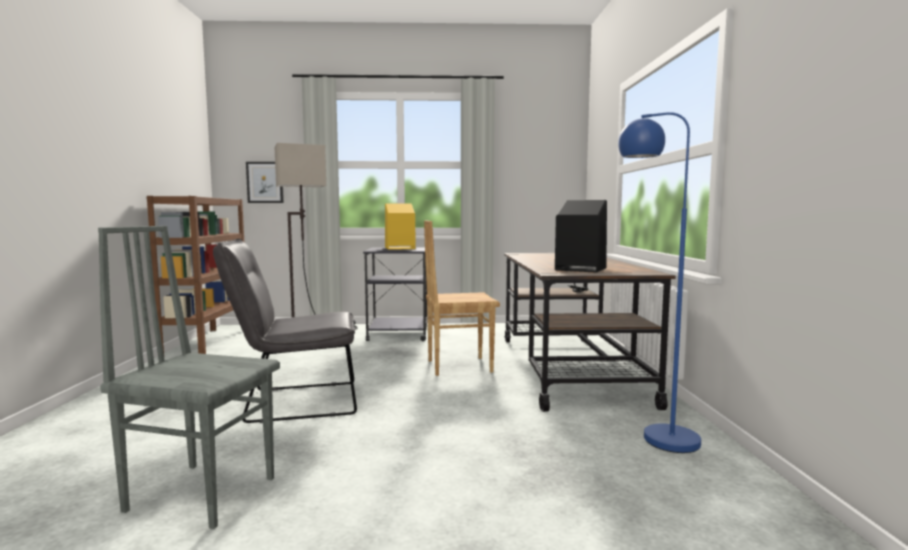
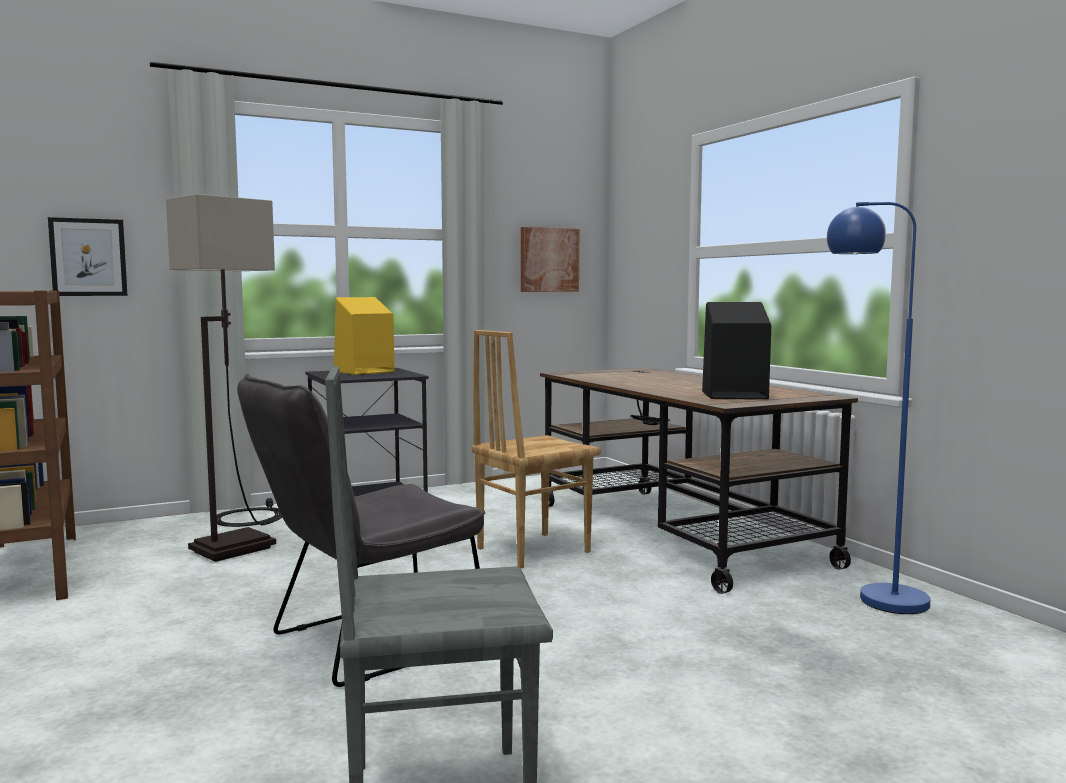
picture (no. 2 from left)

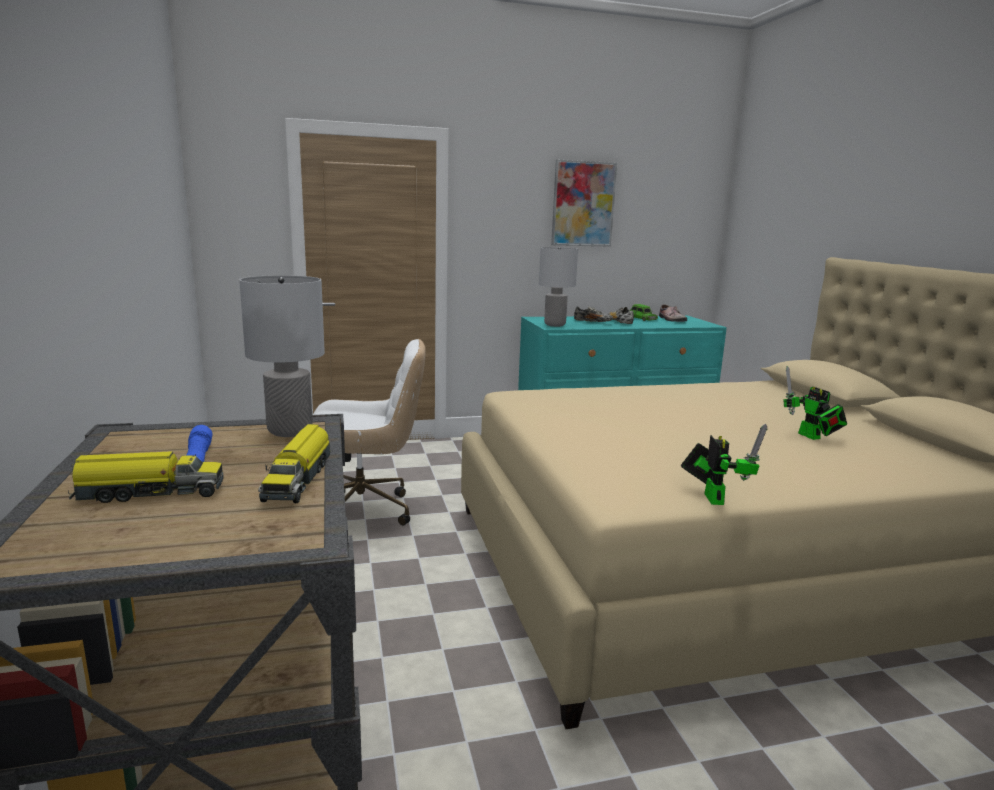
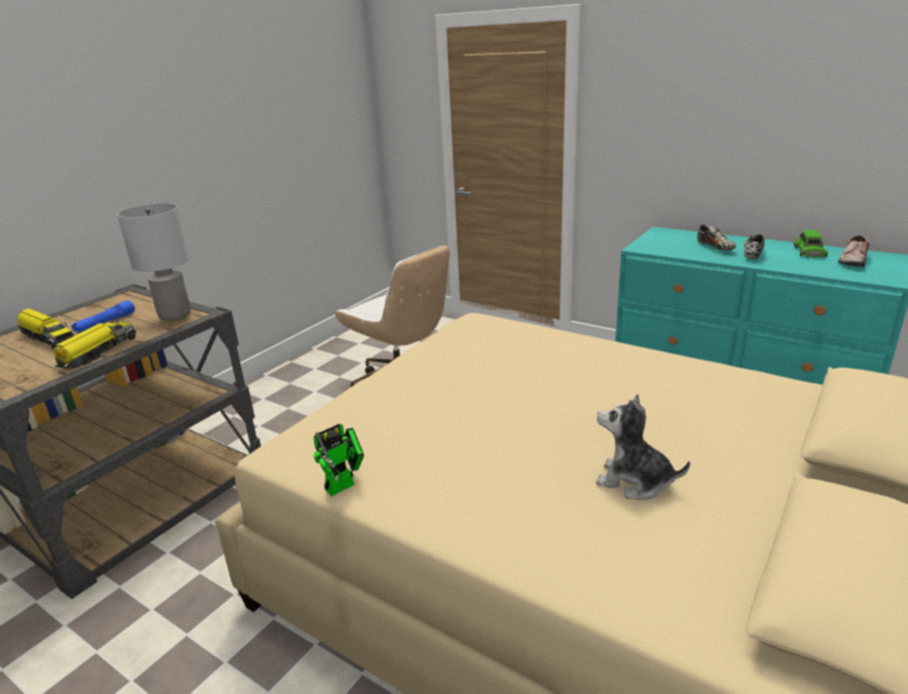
toy truck (no. 2 from left)
plush toy
table lamp (grey) (no. 2 from left in the first image)
picture

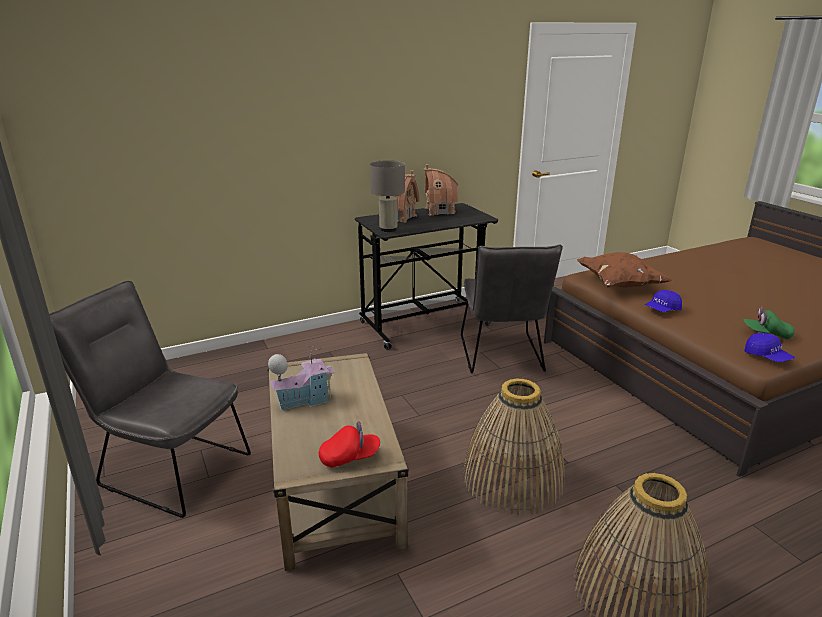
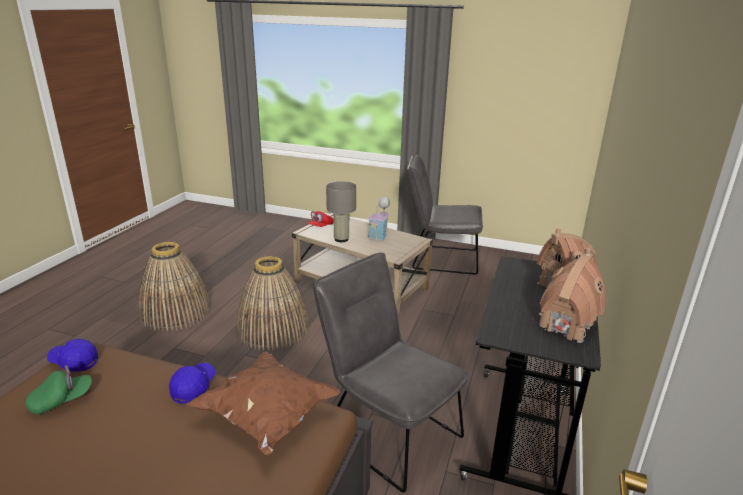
table lamp (grey)
chair (grey) (no. 2 from left)

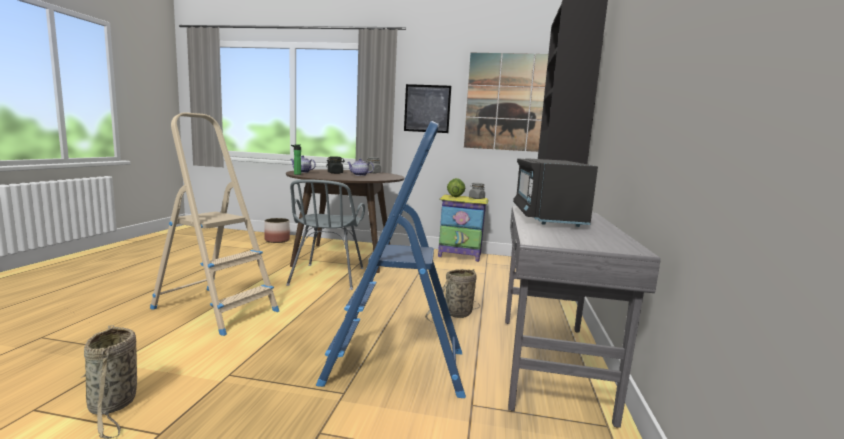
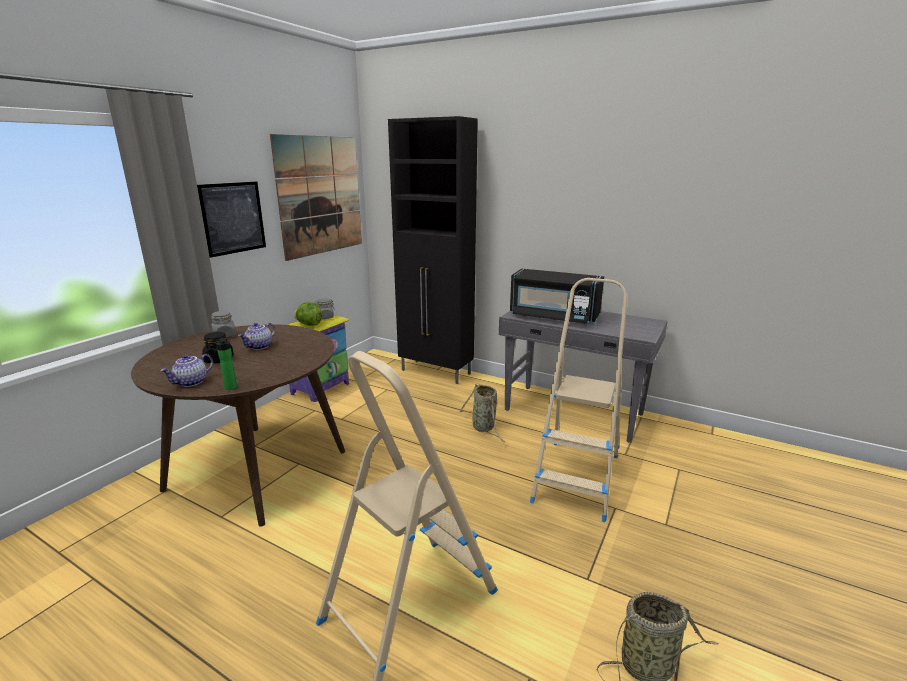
step ladder (beige) (no. 2 from left)
planter
chair (grey)

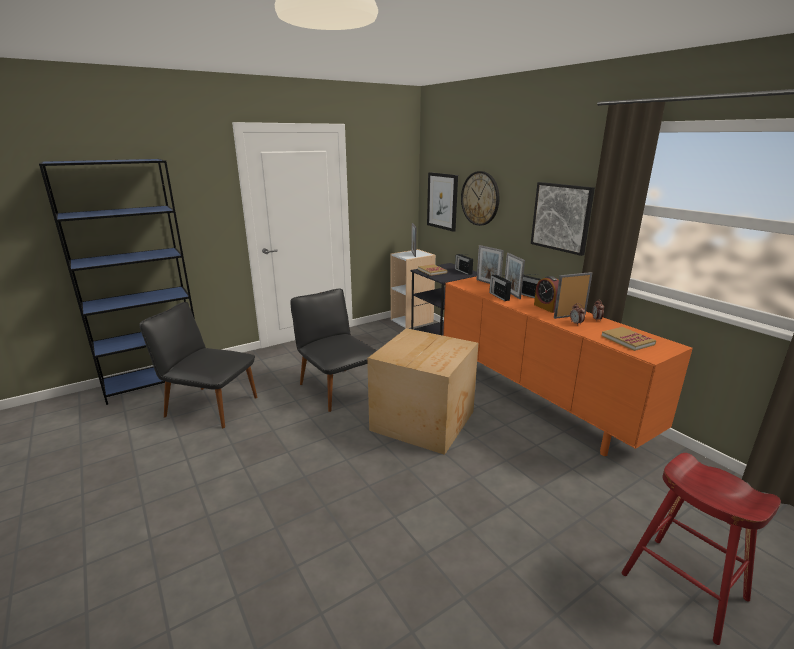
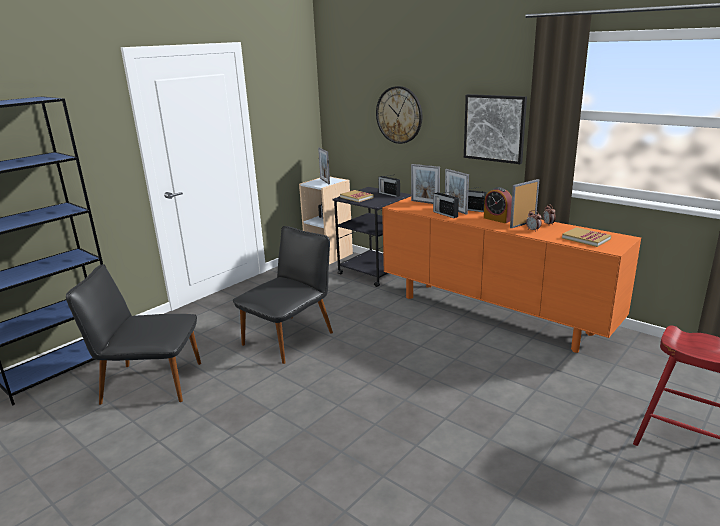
chair (black) (no. 2 from left)
cardboard box
picture (no. 1 from left in the first image)

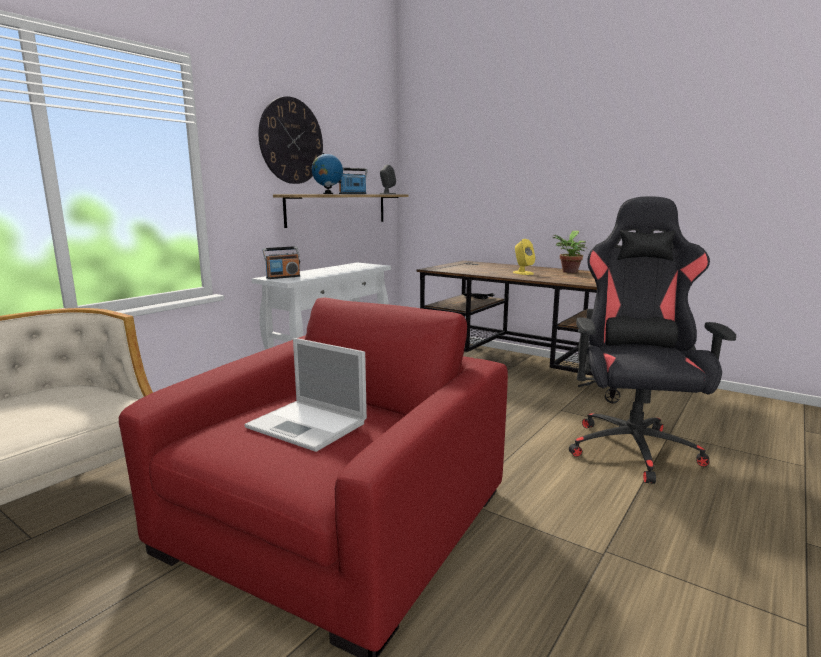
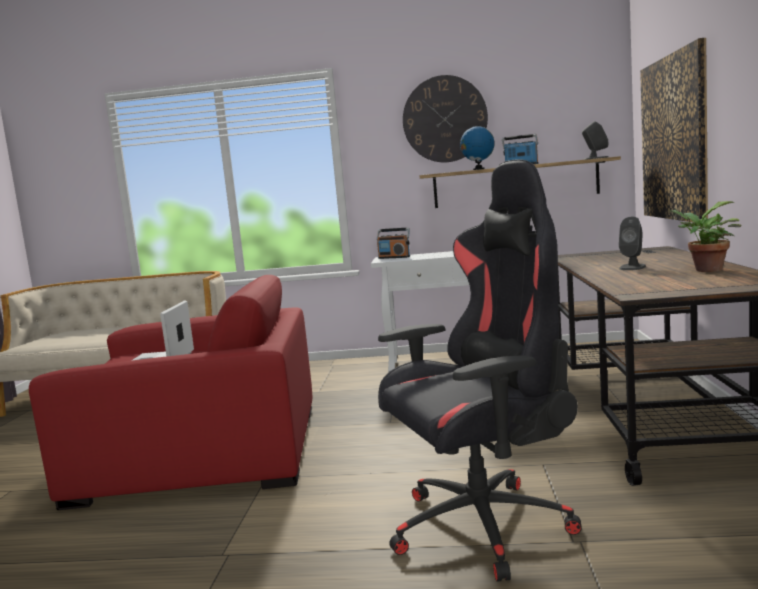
speaker (grey) (no. 2 from left)
picture

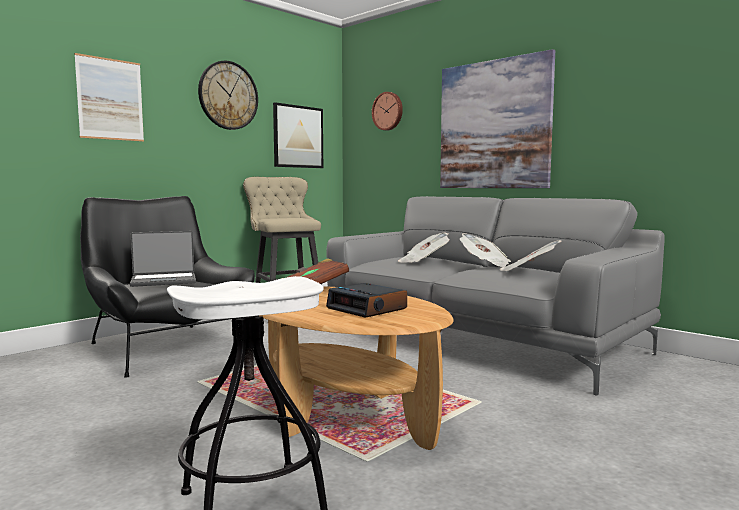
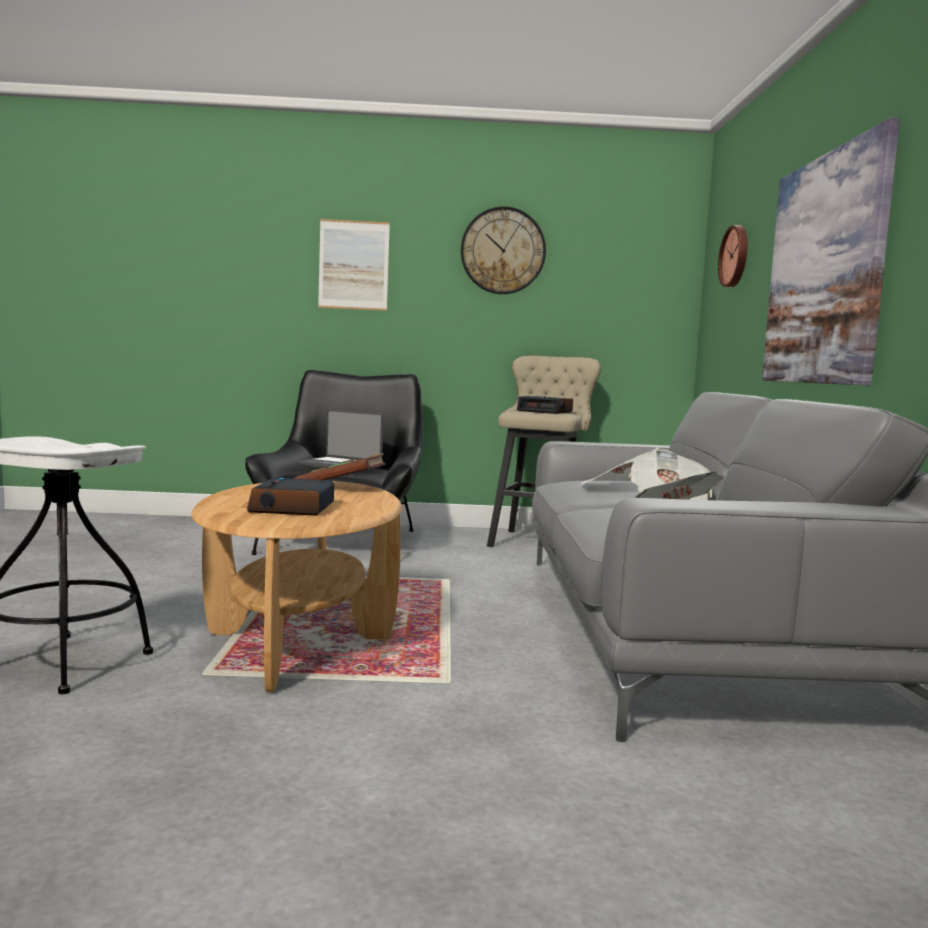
alarm clock (no. 2 from left)
picture (no. 2 from left in the first image)

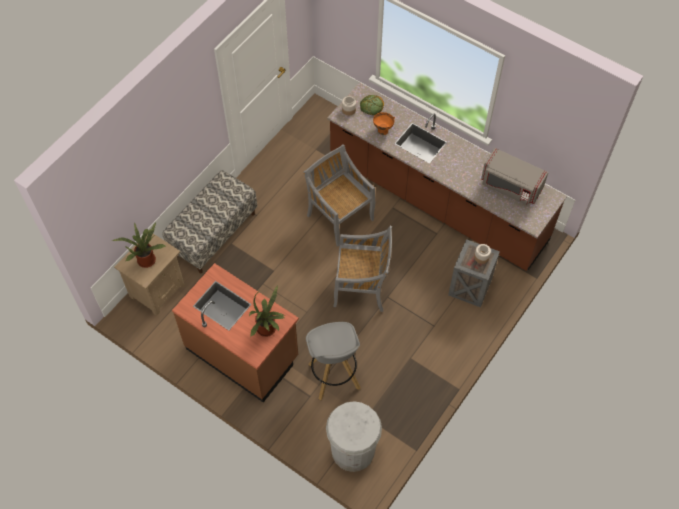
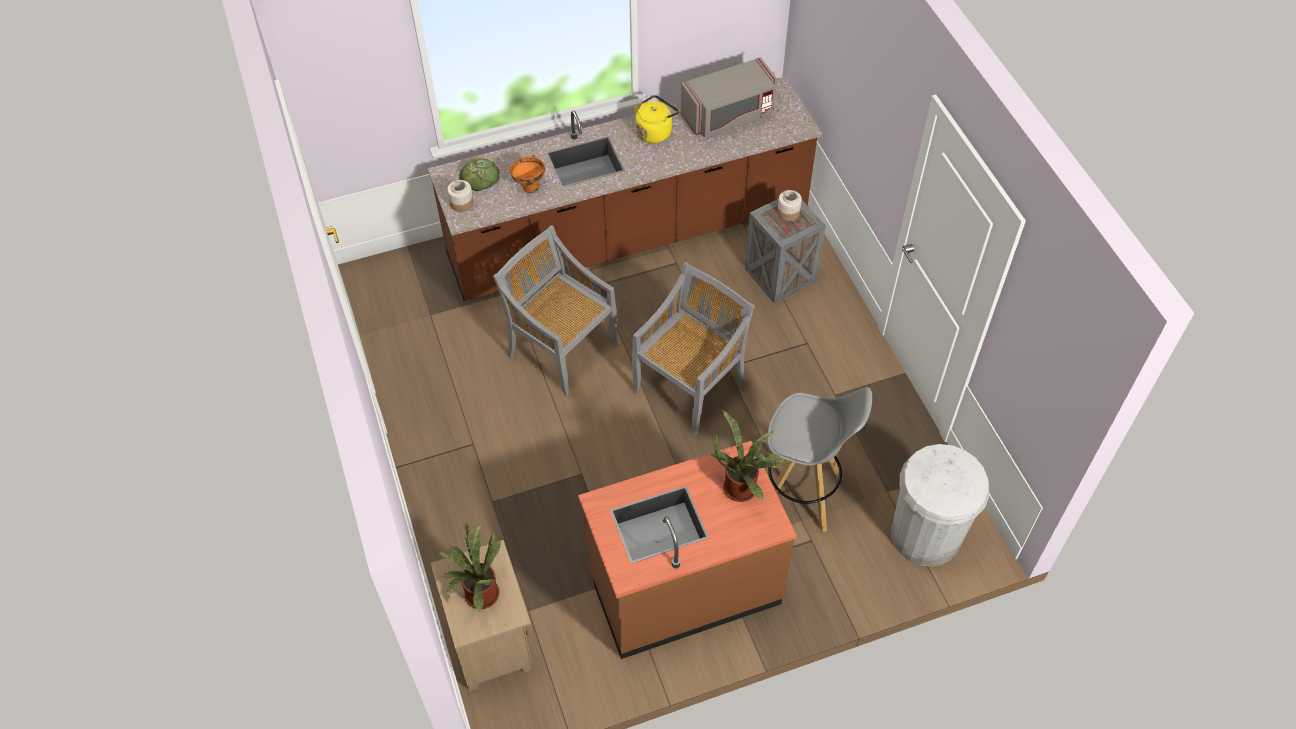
chair (grey) (no. 1 from left)
kettle (yellow)
bench

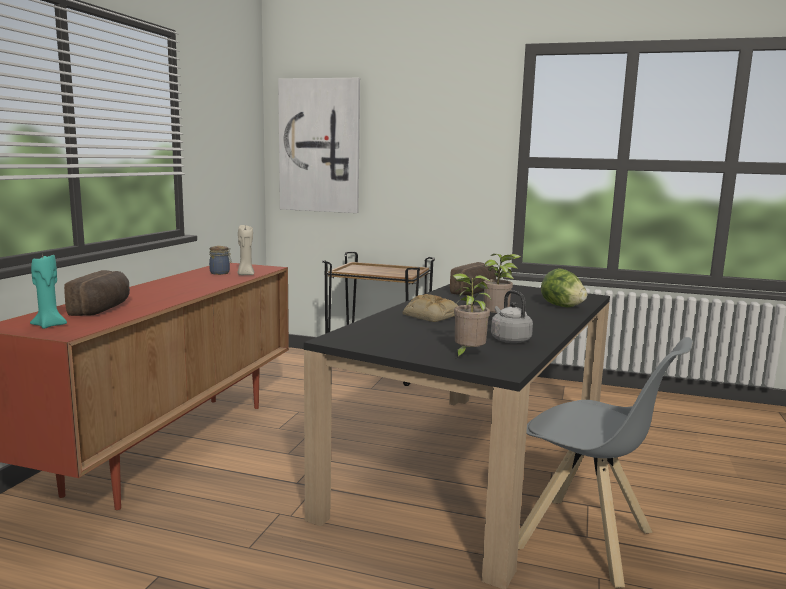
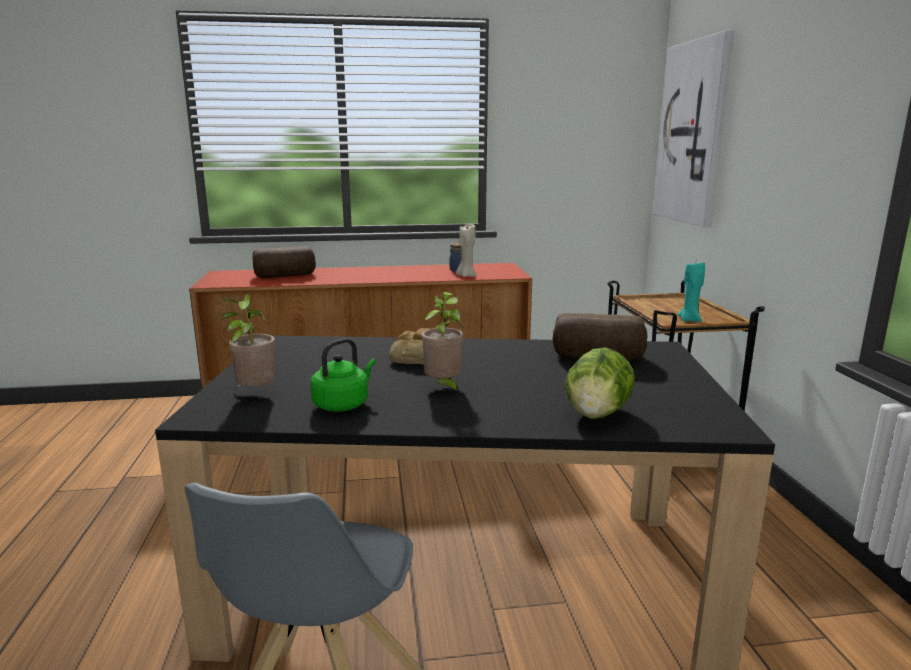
kettle (green)
candle (turquoise)

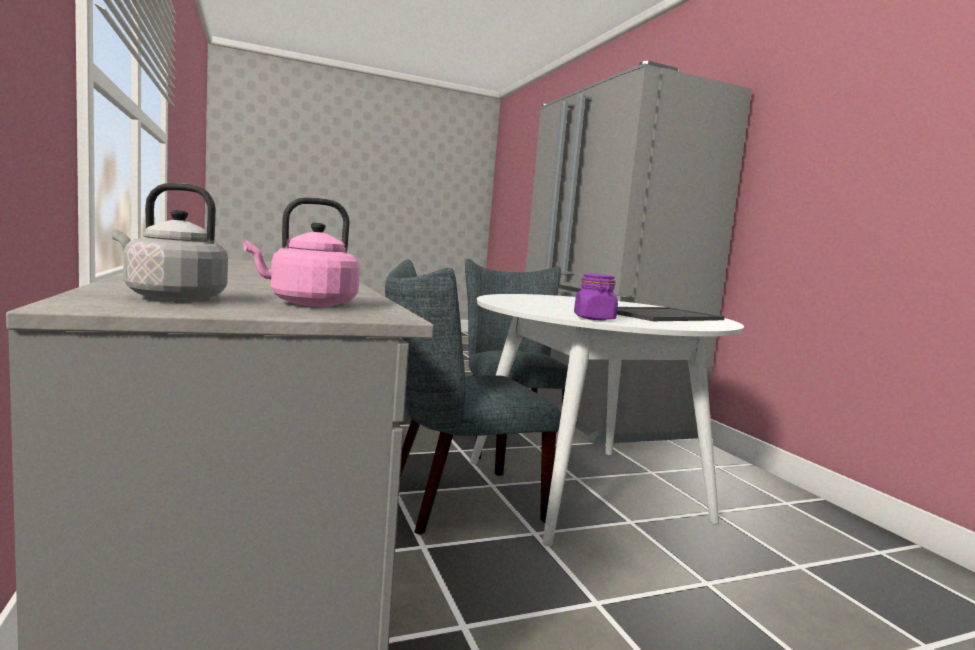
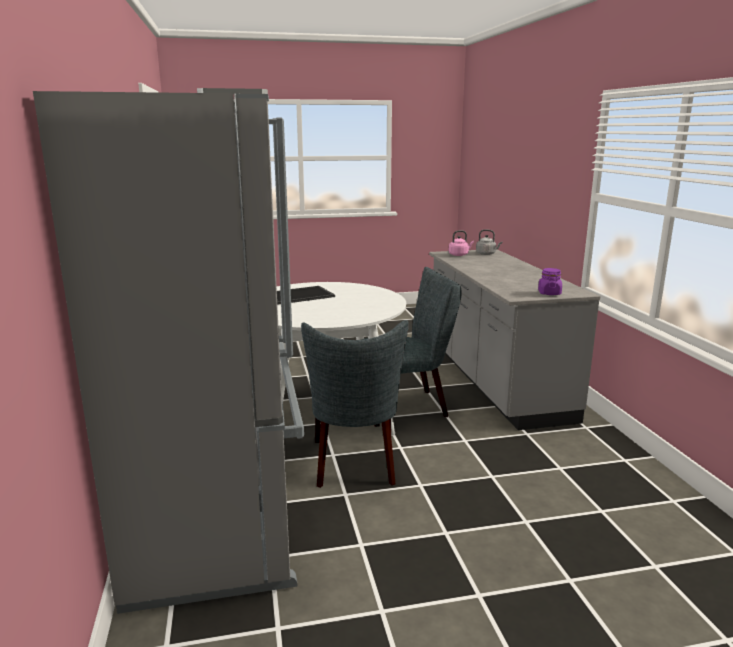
jar (purple)

